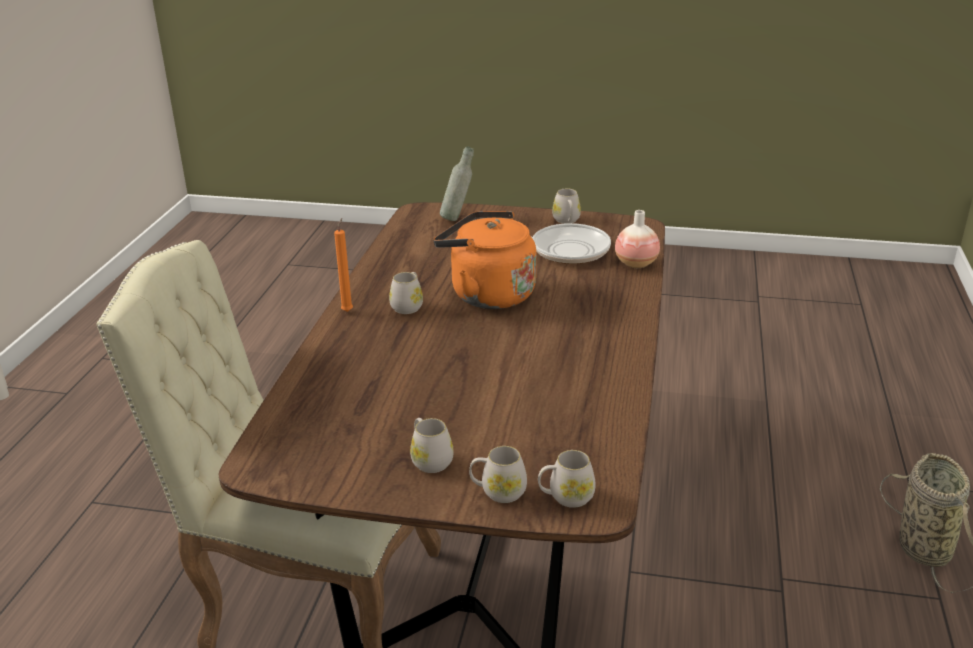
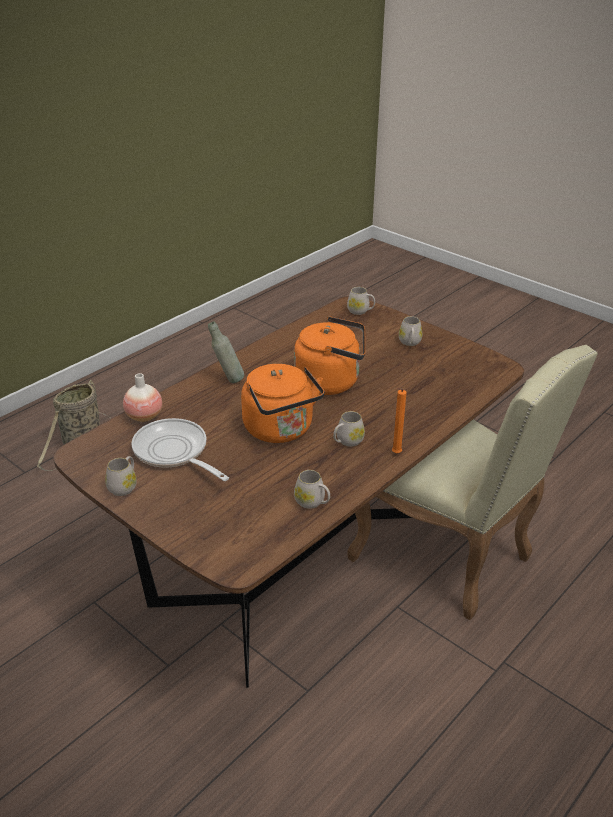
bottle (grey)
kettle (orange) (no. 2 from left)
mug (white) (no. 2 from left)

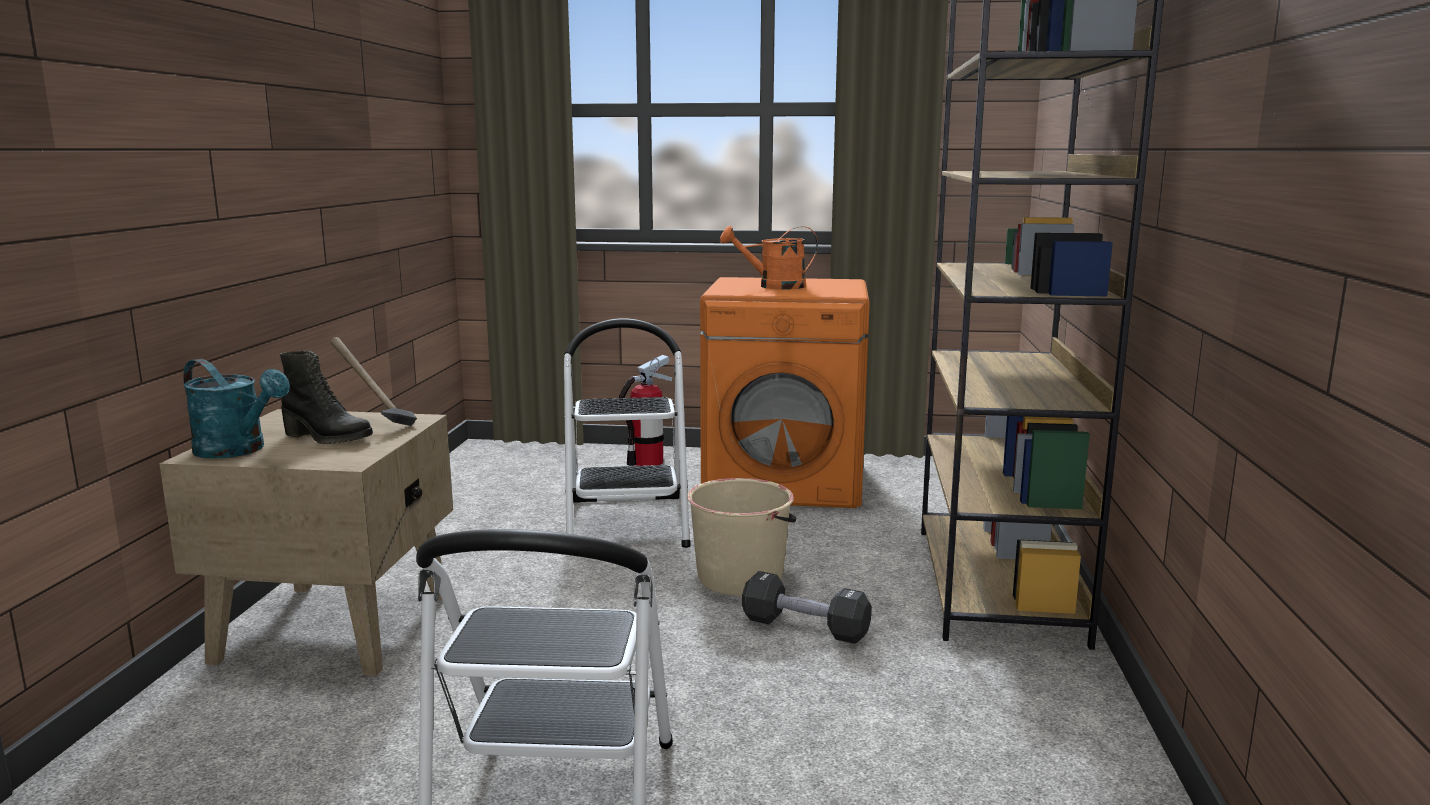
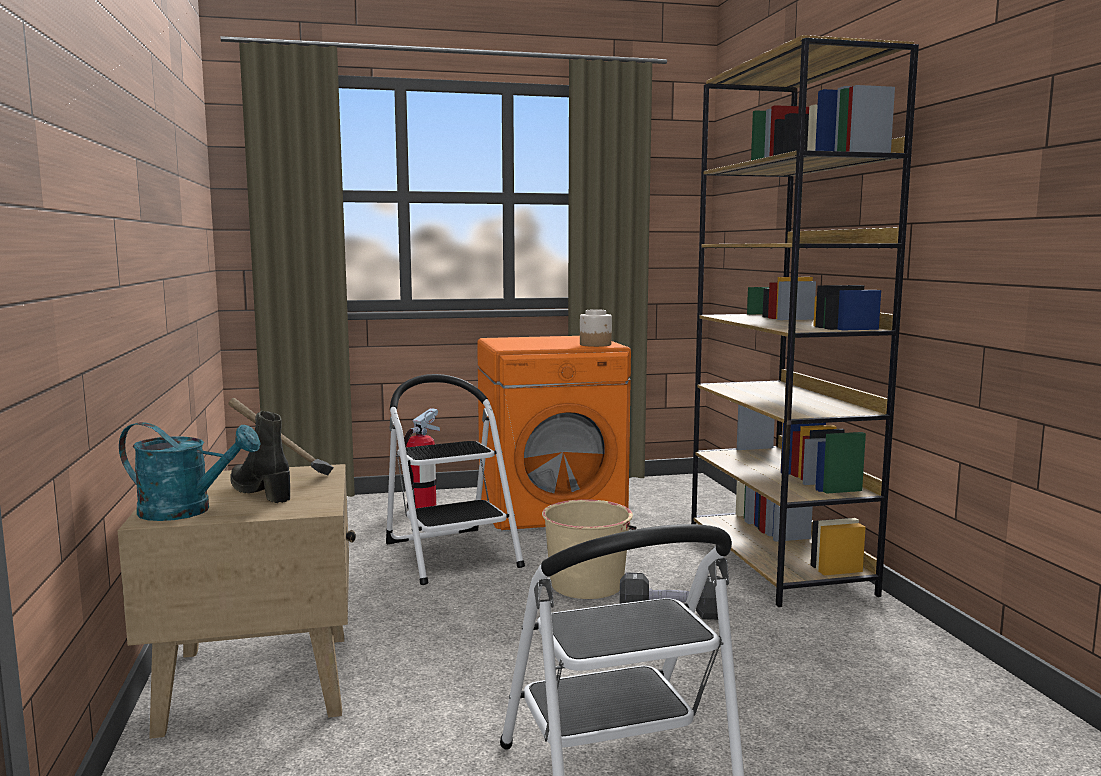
boot (black)
jar
watering can (orange)

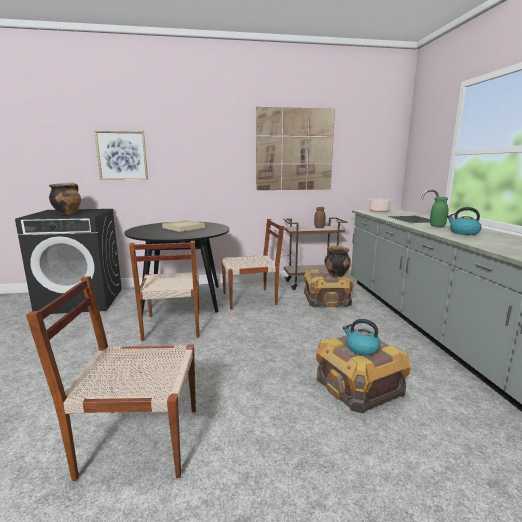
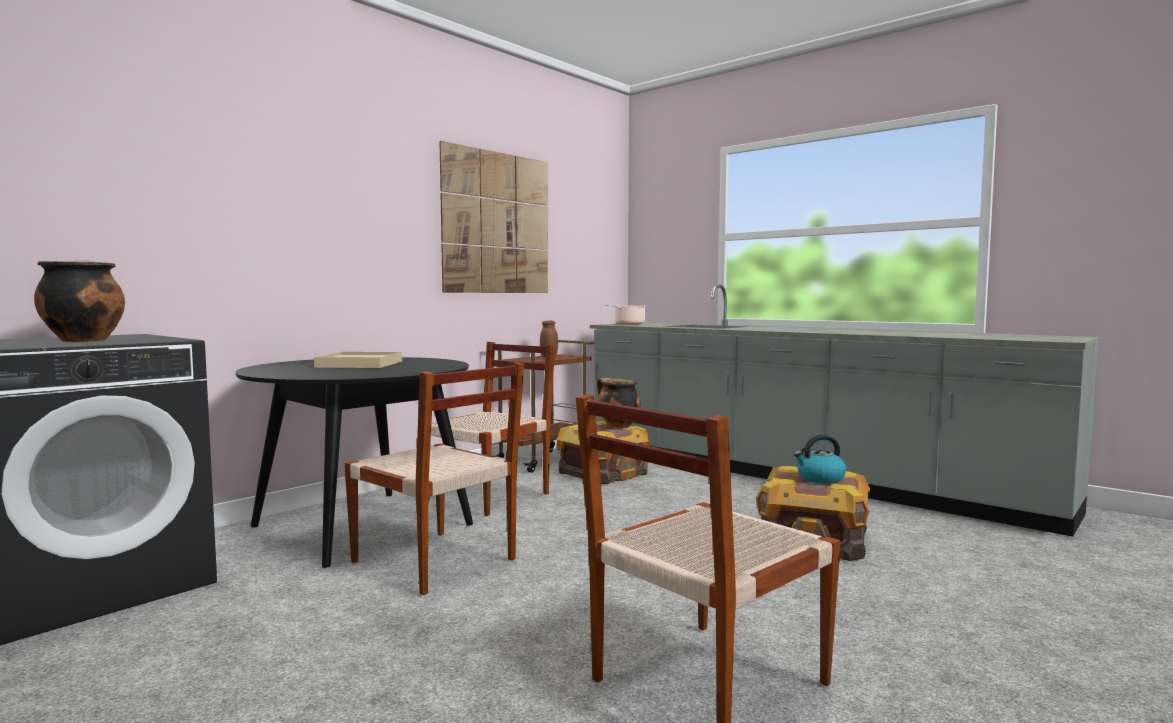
picture (no. 1 from left in the first image)
jar (green)
kettle (no. 2 from left in the first image)

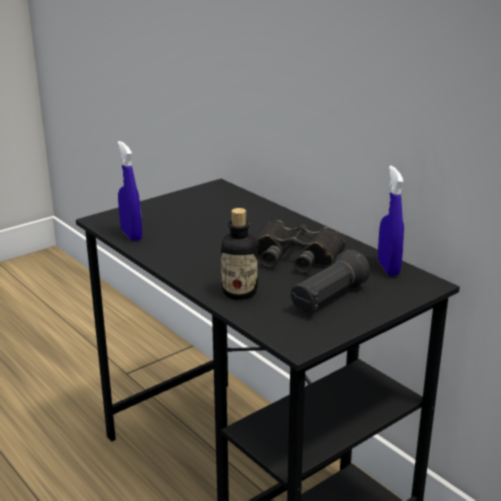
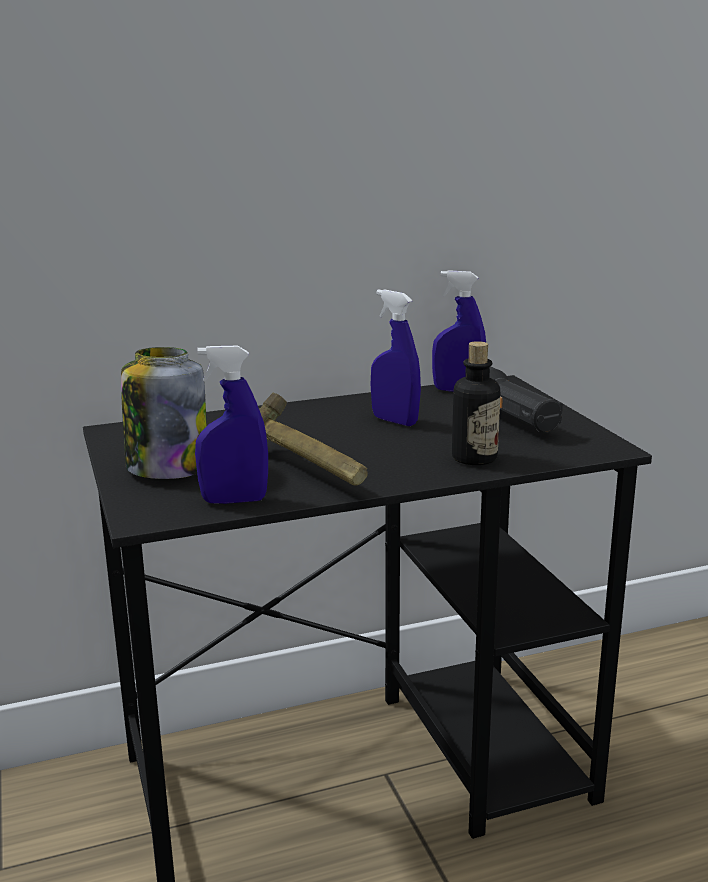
jar
hammer
spray bottle (blue) (no. 2 from left)

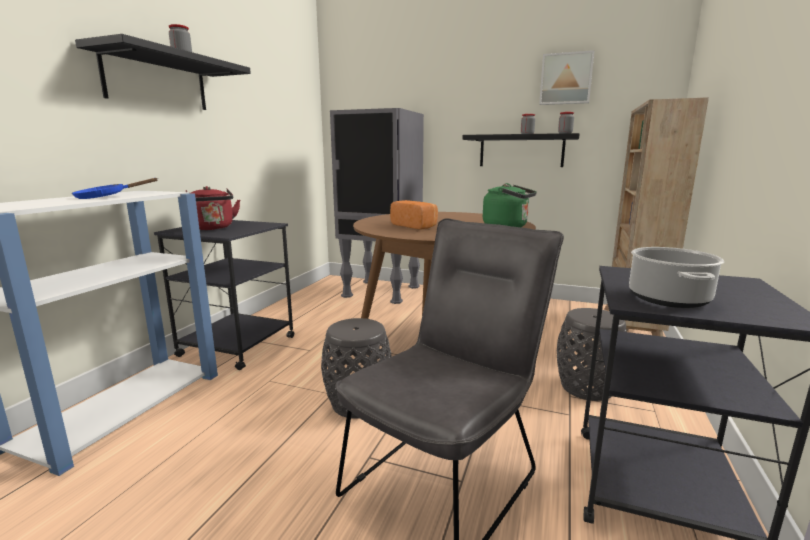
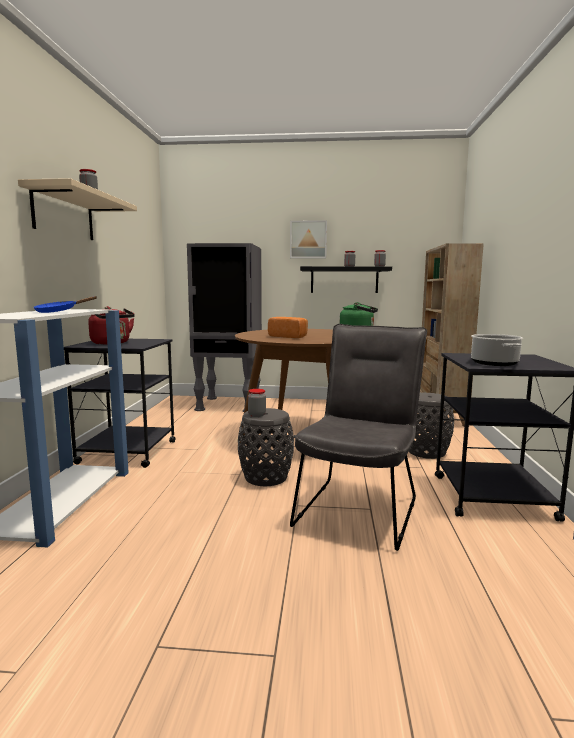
shelf (beige)
jar (no. 2 from left)
picture

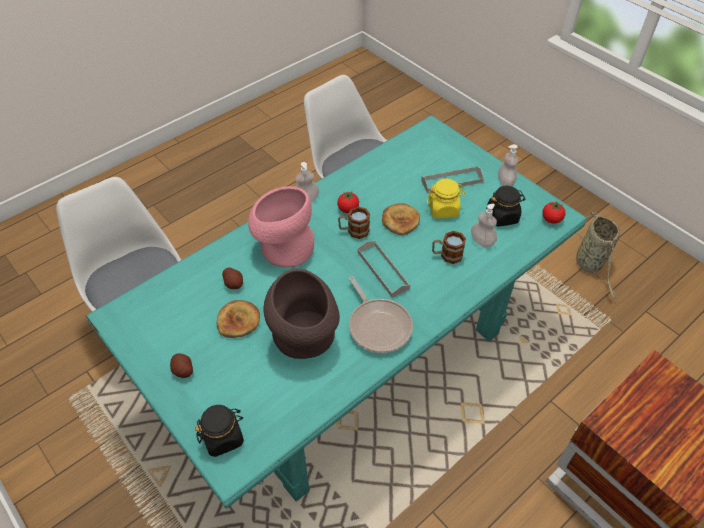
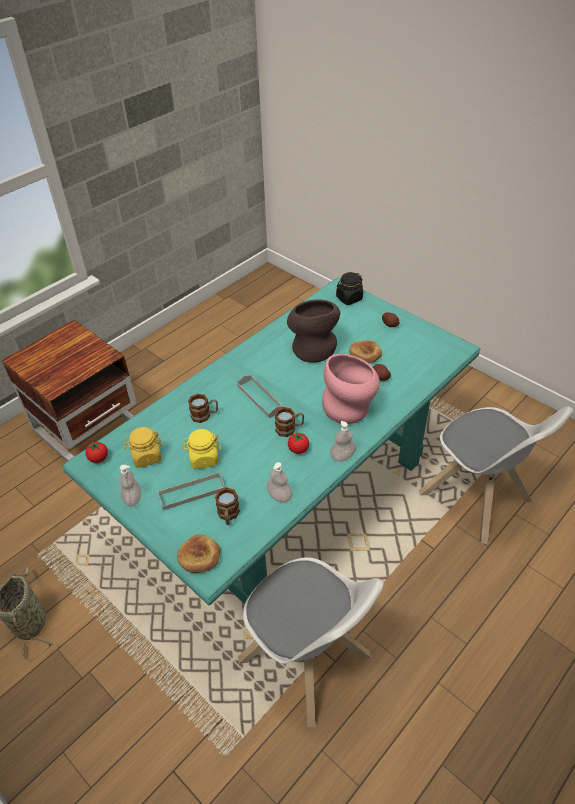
jar (yellow) (no. 1 from left)
bread (no. 1 from left)
mug (no. 2 from left)
soap dispenser (no. 2 from left)
frying pan

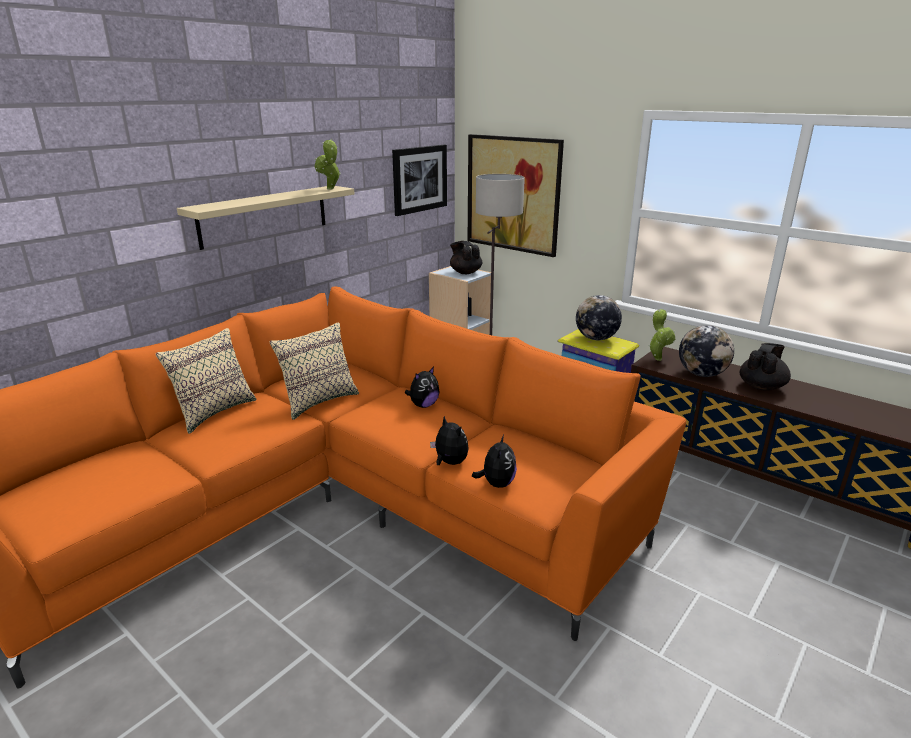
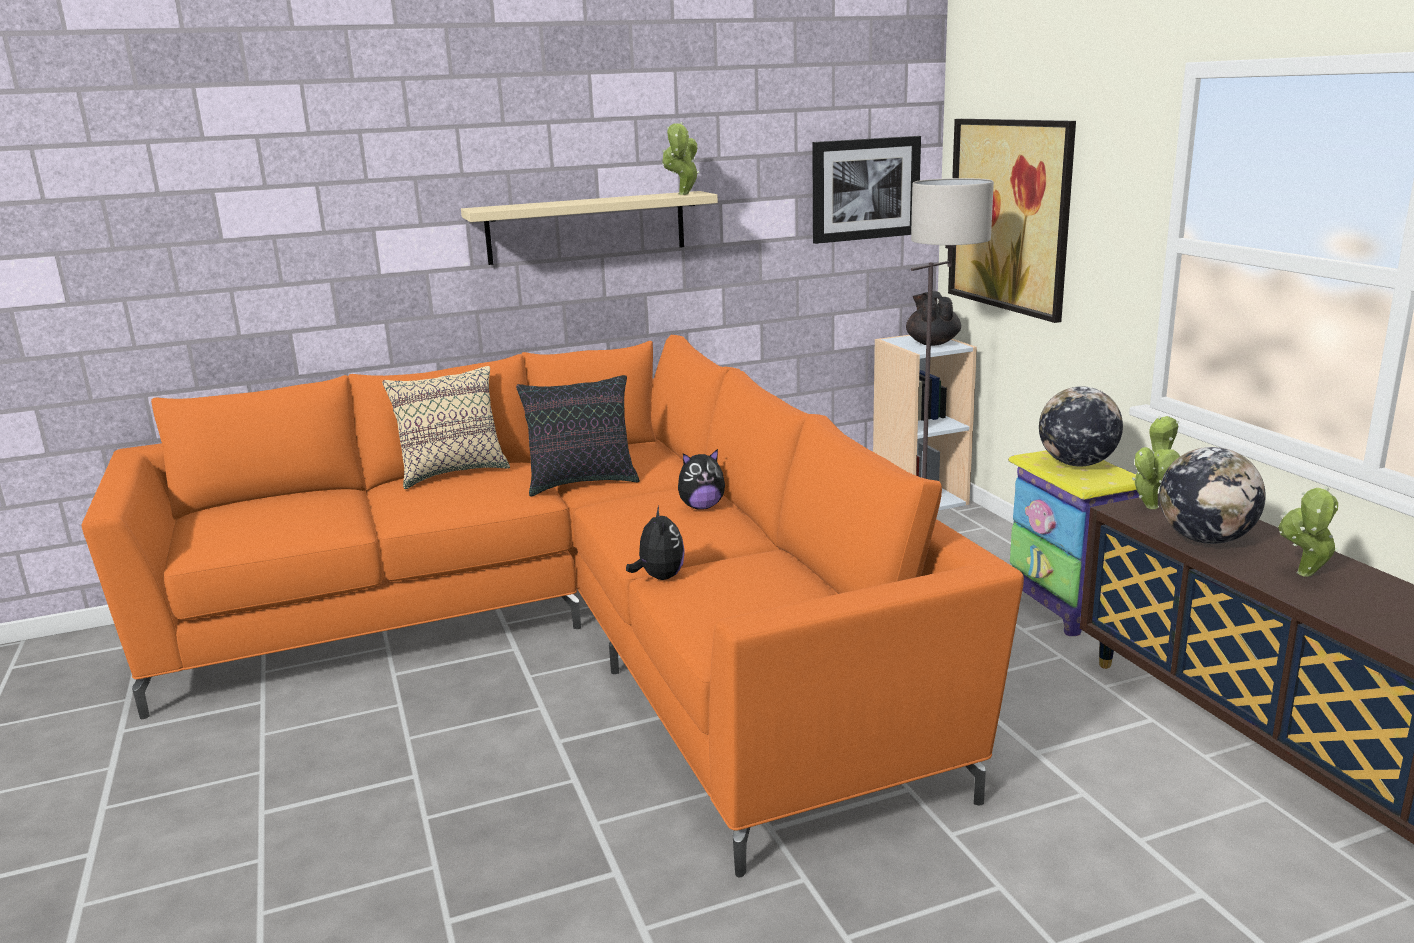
pillow (black)
potted plant (no. 3 from left)
plush toy (no. 3 from left in the first image)

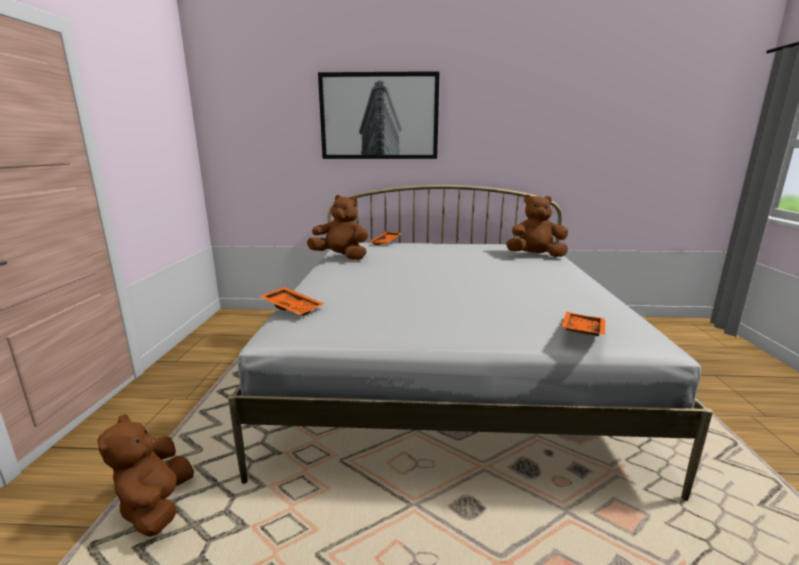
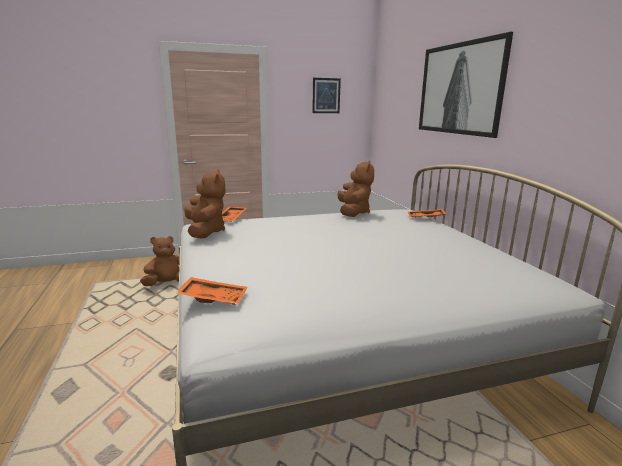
plush toy (brown) (no. 2 from left)
picture (no. 1 from left)

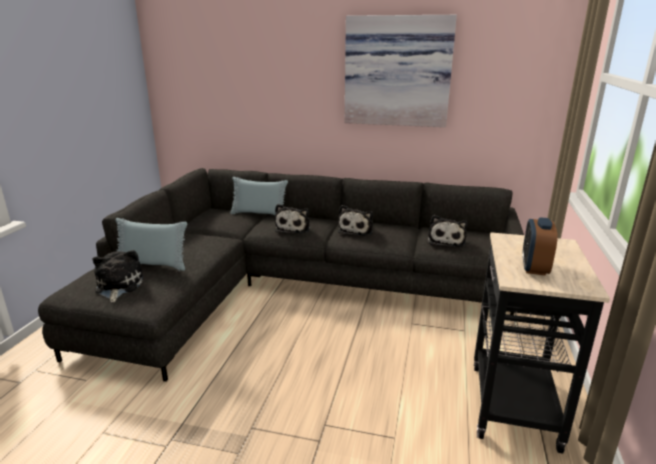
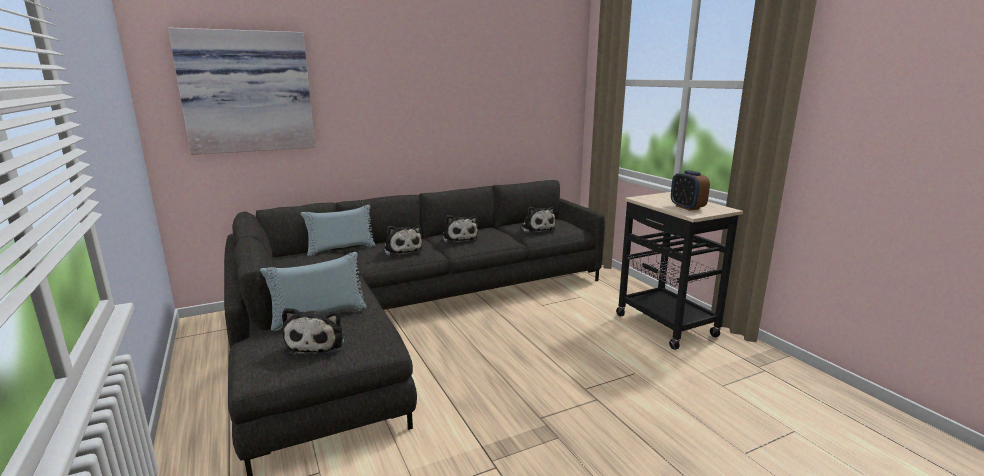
picture
plush toy (no. 1 from left)

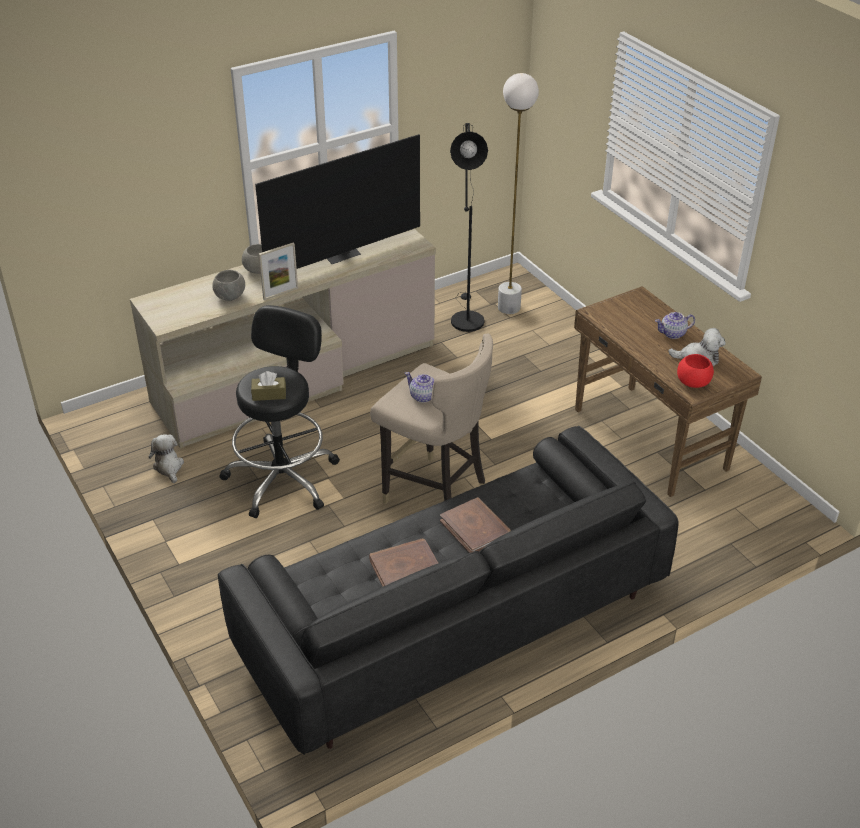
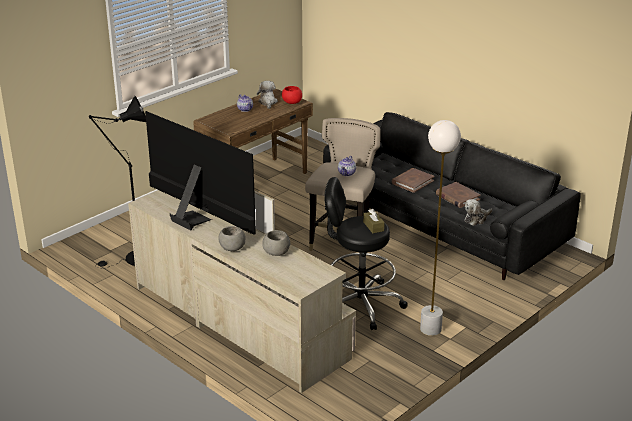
floor lamp (white)
plush toy (no. 2 from left)

